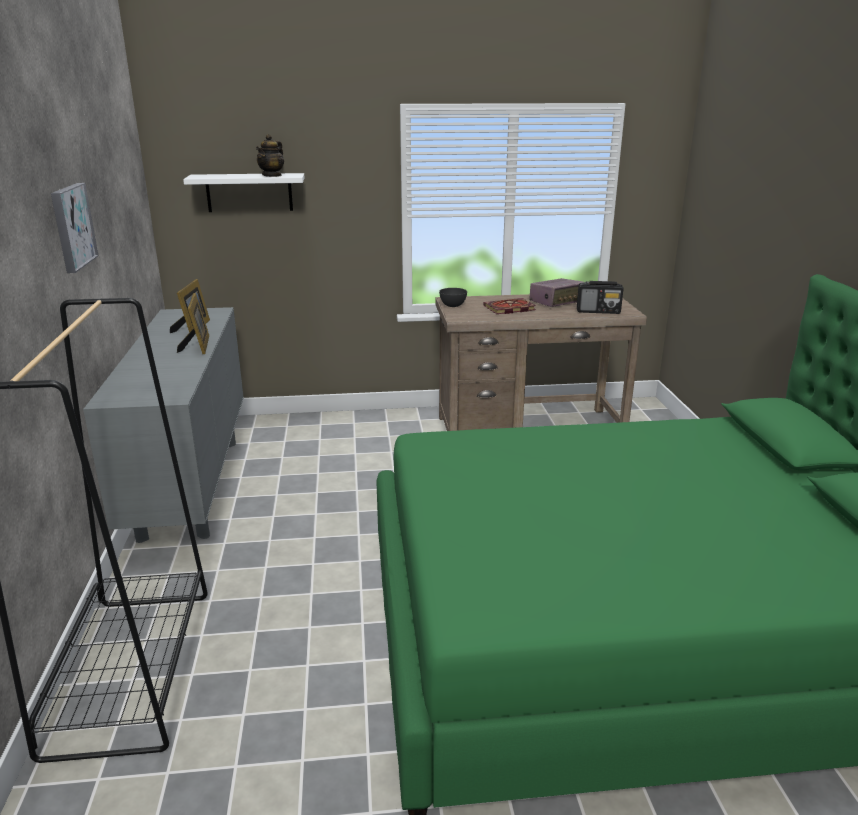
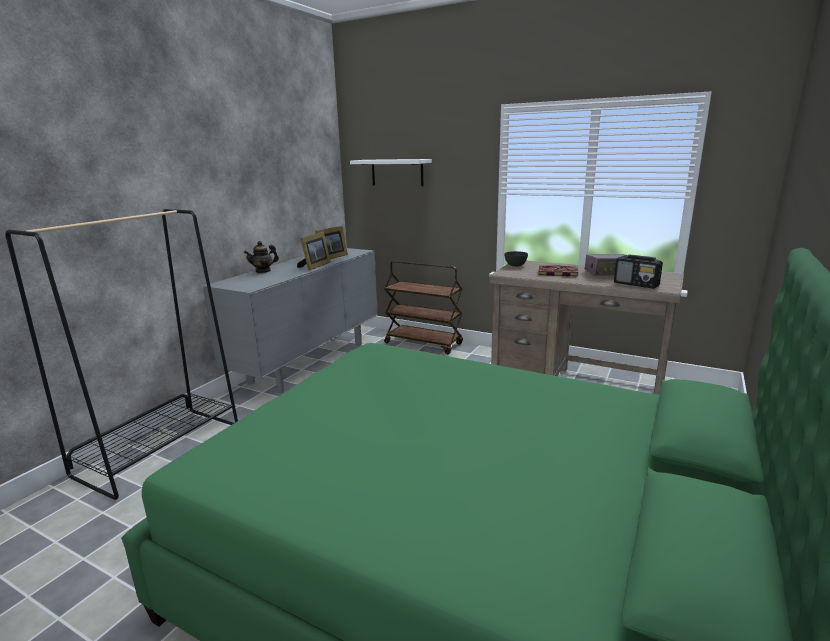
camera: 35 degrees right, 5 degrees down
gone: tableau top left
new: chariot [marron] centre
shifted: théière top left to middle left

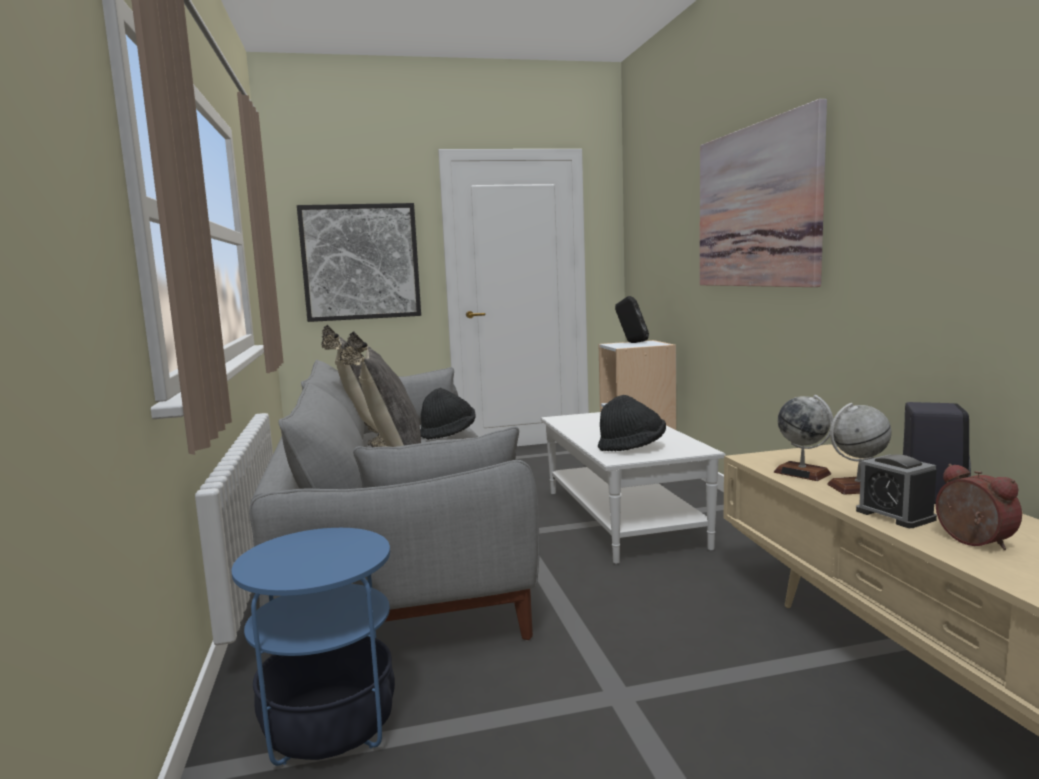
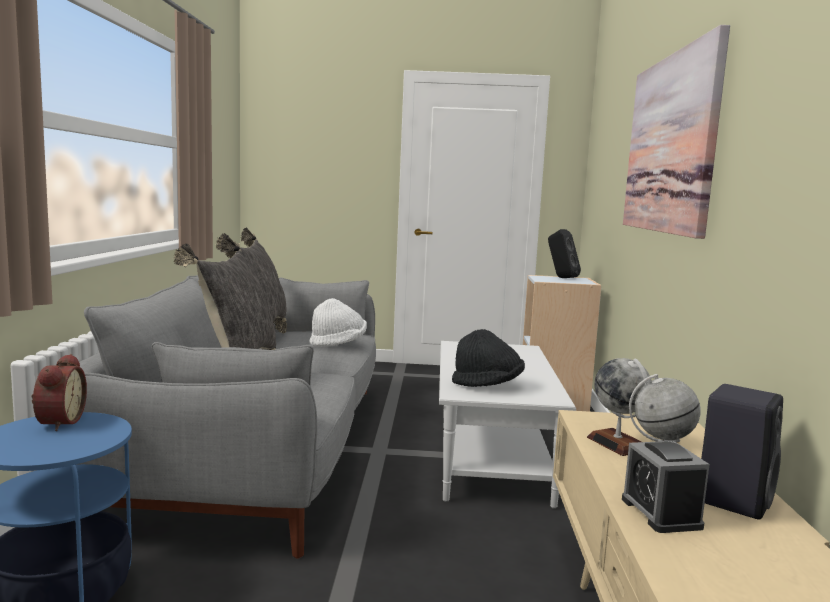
camera: 15 degrees right, 0 degrees up
gone: tableau (no. 1 from left) centre
shifted: réveil (no. 2 from left in the first image) middle right to réveil (no. 1 from left) middle left
repainted: chapeau [noir] (no. 1 from left) centre to chapeau [blanc] centre

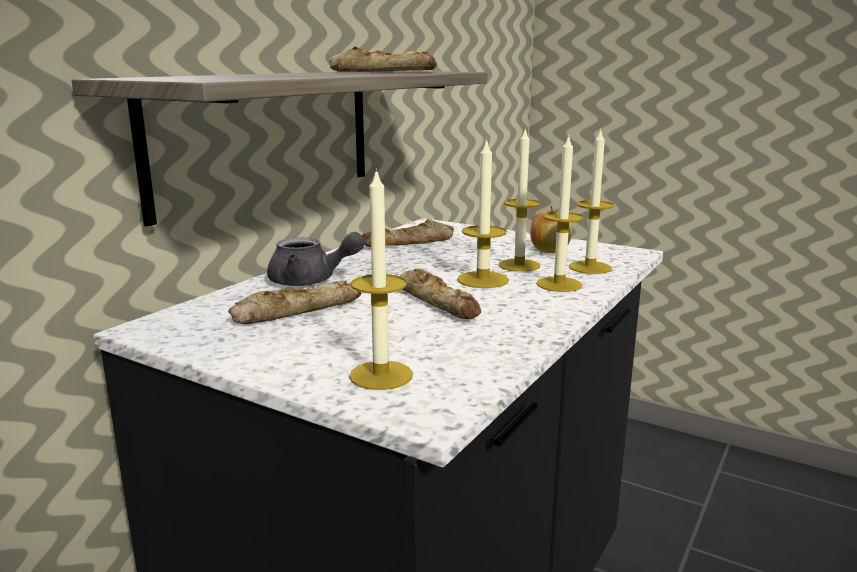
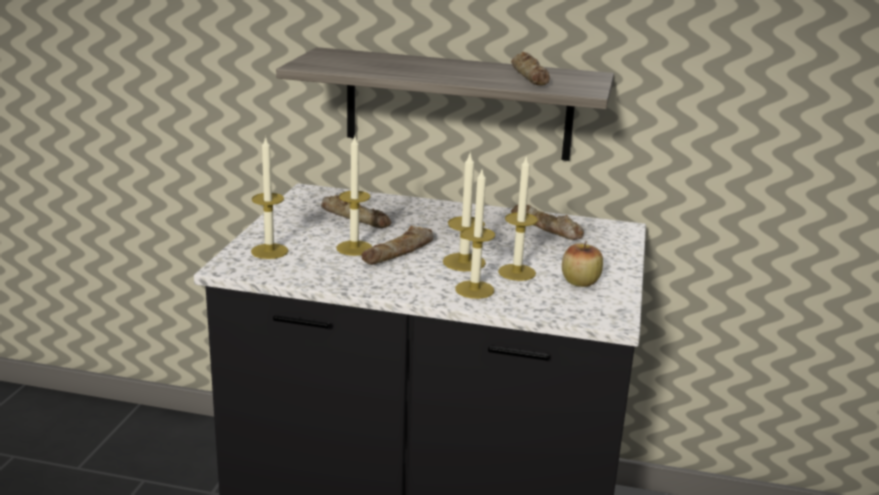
camera: 70 degrees right, 5 degrees up
gone: théière [gris] centre
shifted: bougie (no. 5 from left in the first image) middle right to bougie (no. 2 from left) centre

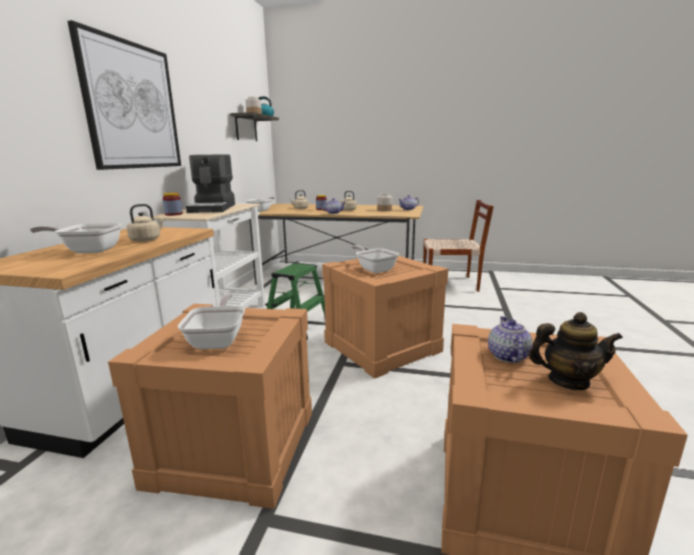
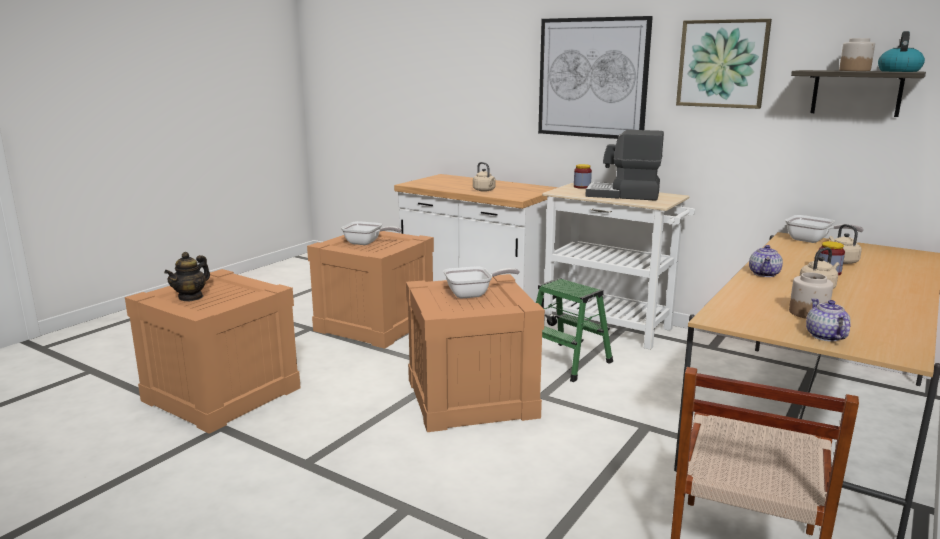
camera: 110 degrees right, 0 degrees up
gone: poêle (no. 1 from left) middle left; théière (no. 3 from left) middle right
new: tableau (no. 2 from left) top right

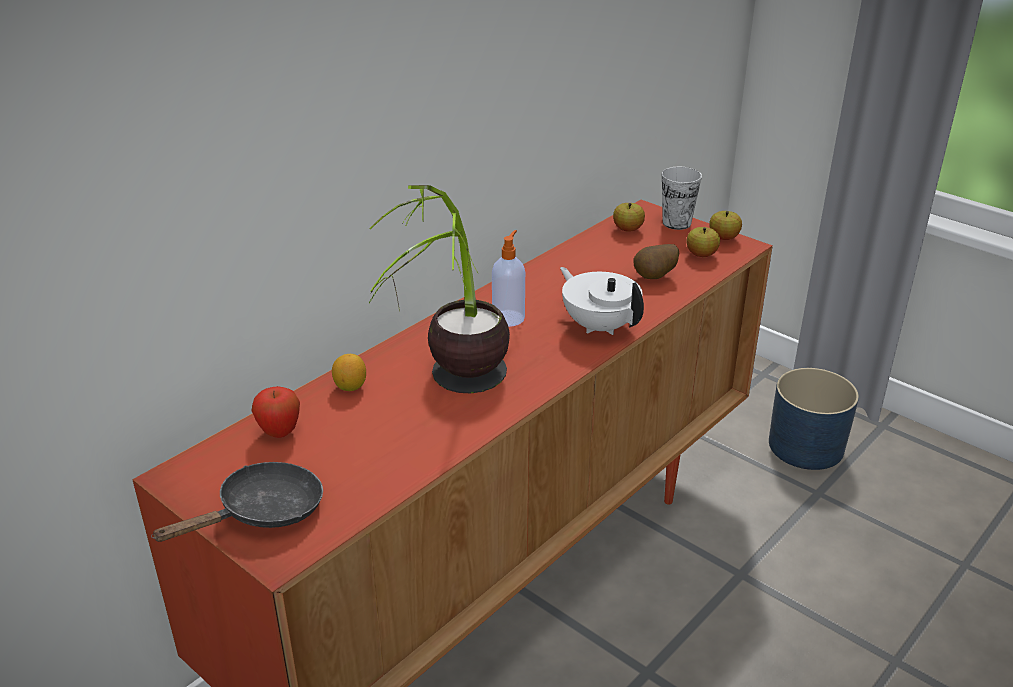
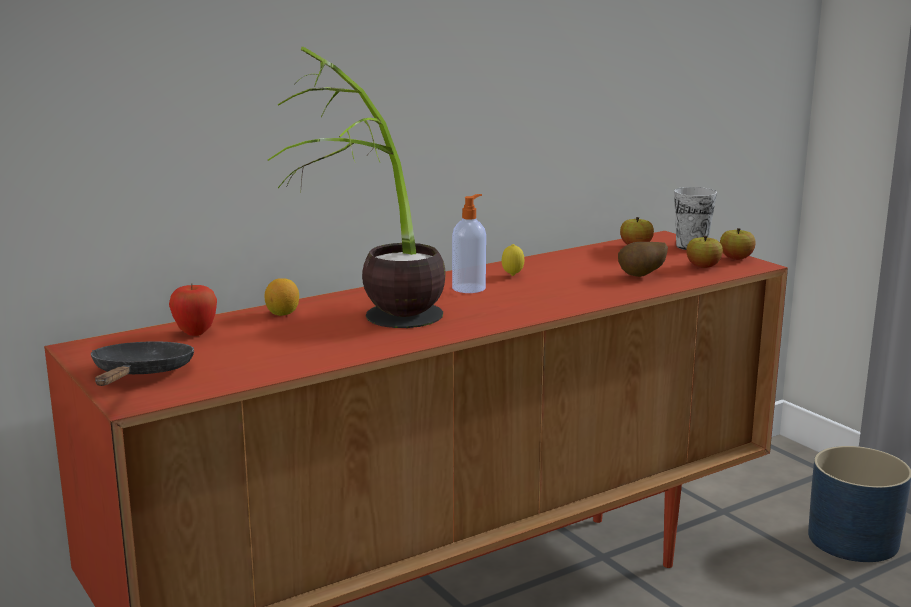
camera: 15 degrees right, 15 degrees down
gone: théière [blanc] centre
new: citron (no. 2 from left) centre
rotated: poêle [noir] bottom left = middle left 60 degrees counterclockwise

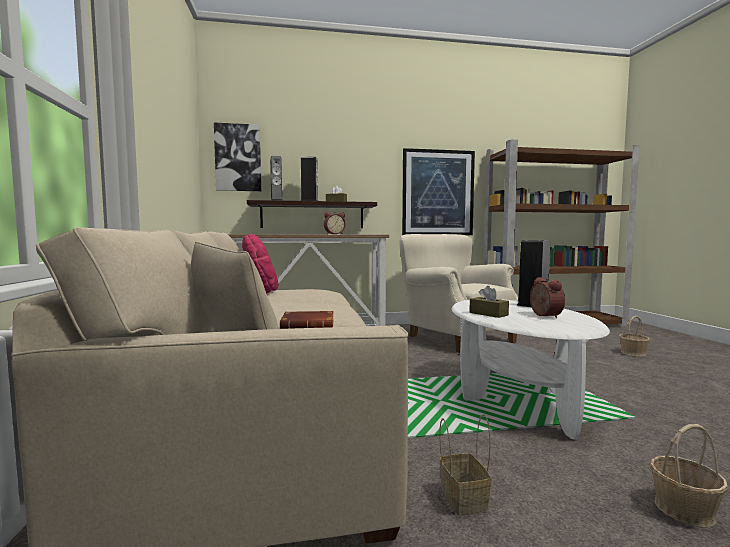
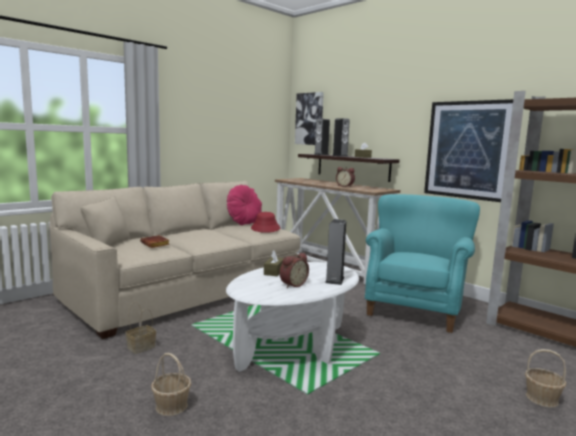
camera: 55 degrees right, 5 degrees up
new: chapeau [rouge] centre
repainted: fauteuil [beige] centre to fauteuil [turquoise] middle right

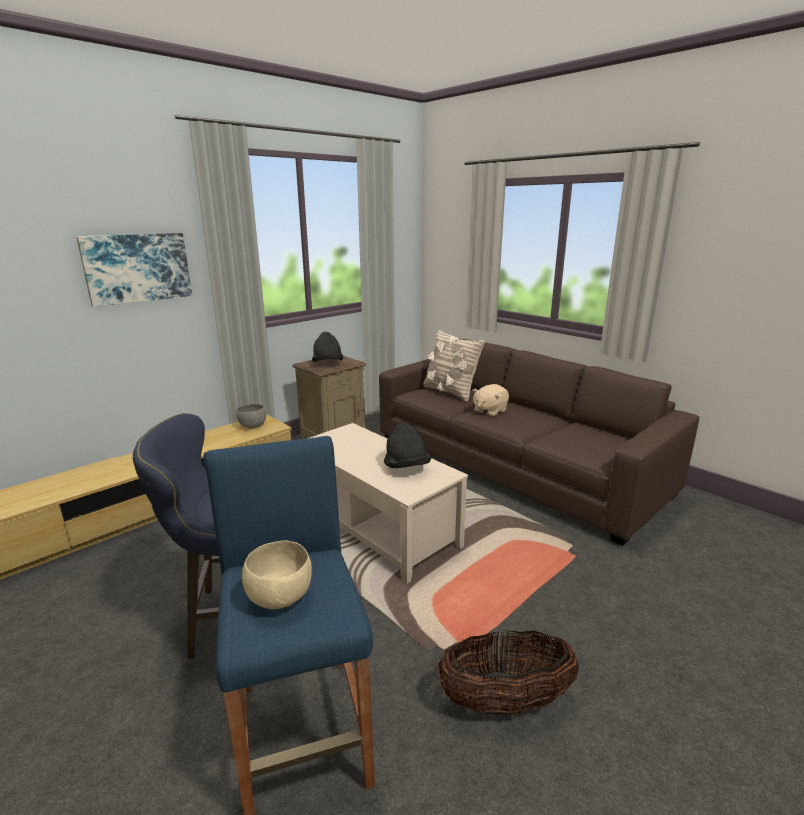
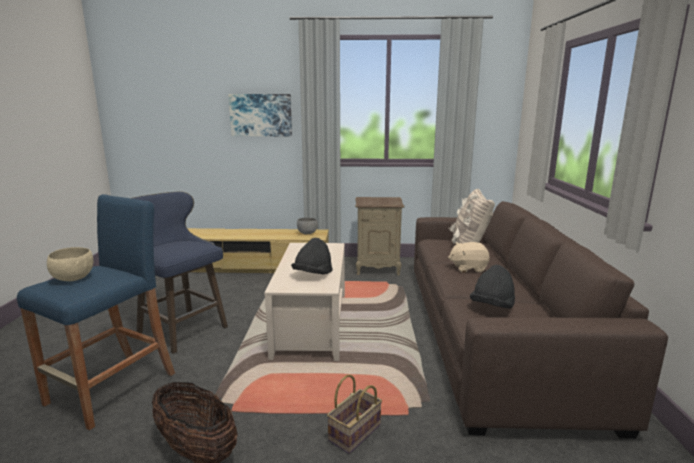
camera: 45 degrees right, 5 degrees down
new: panier (no. 2 from left) bottom centre
shifted: chapeau [noir] (no. 1 from left in the first image) centre to chapeau [noir] (no. 2 from left) middle right

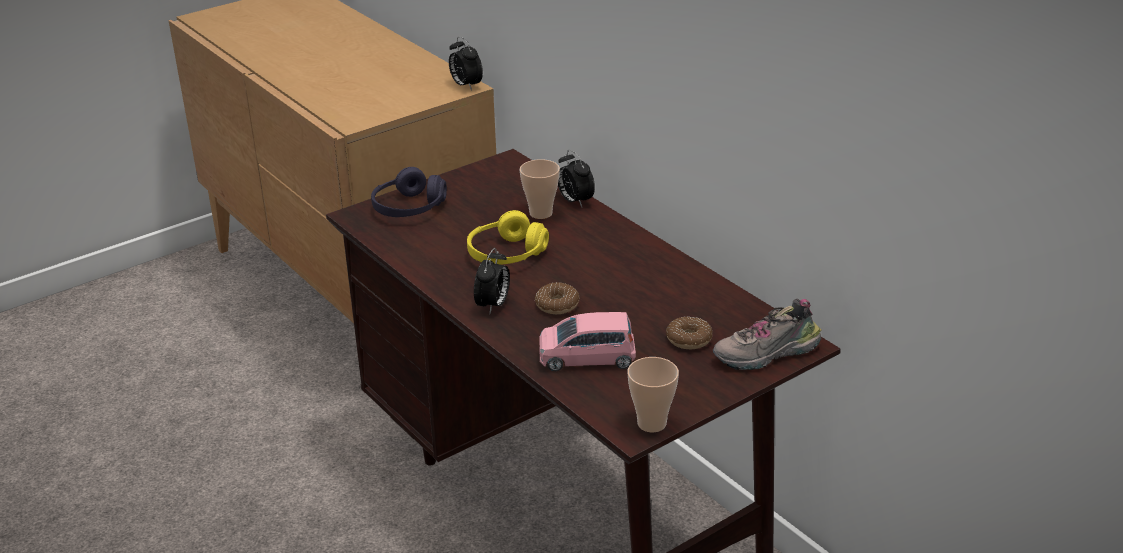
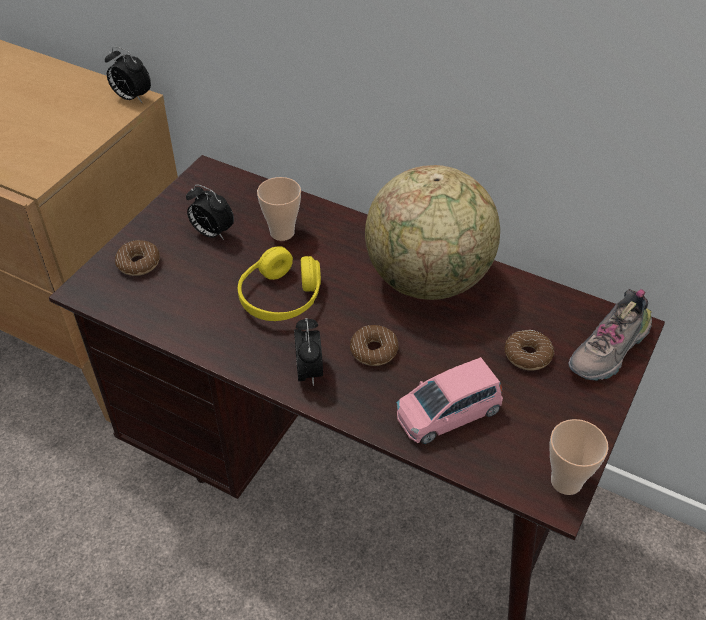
camera: 25 degrees left, 15 degrees up
new: globe centre
shifted: réveil (no. 3 from left in the first image) top centre to réveil (no. 2 from left) middle left
swapped: casque audio [violet] centre to beignet (no. 1 from left) middle left

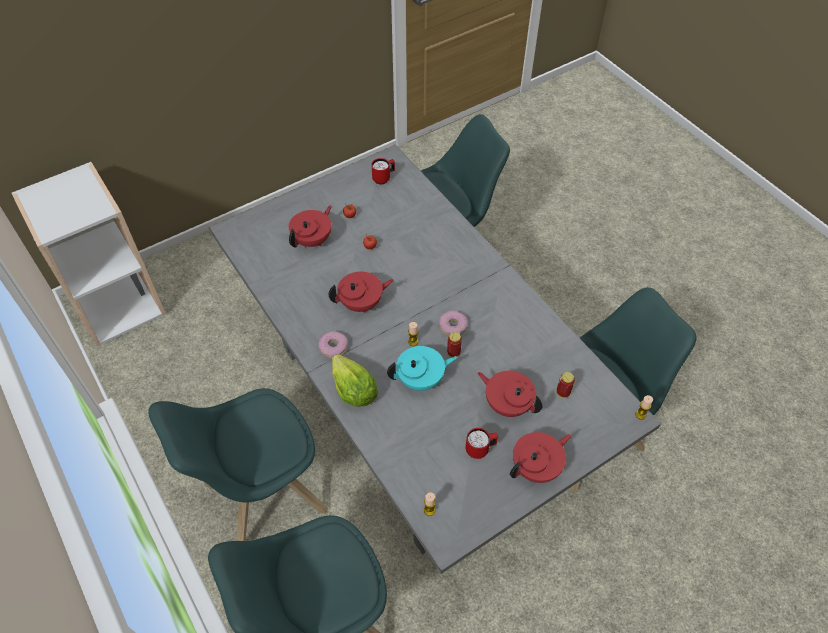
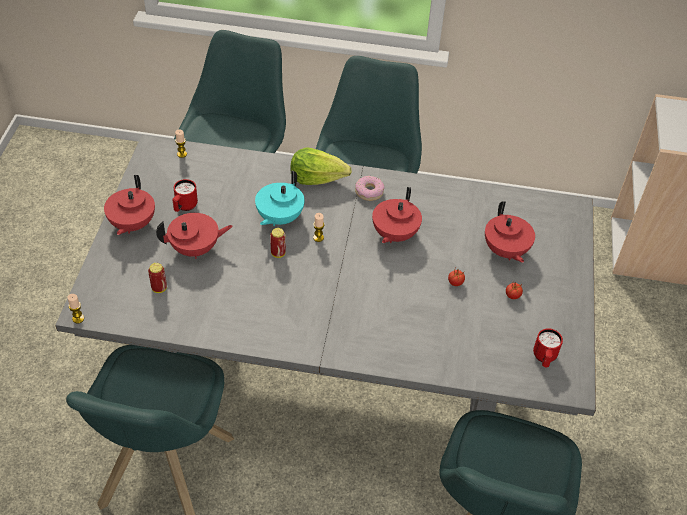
camera: 130 degrees right, 5 degrees down
gone: beignet (no. 2 from left) centre

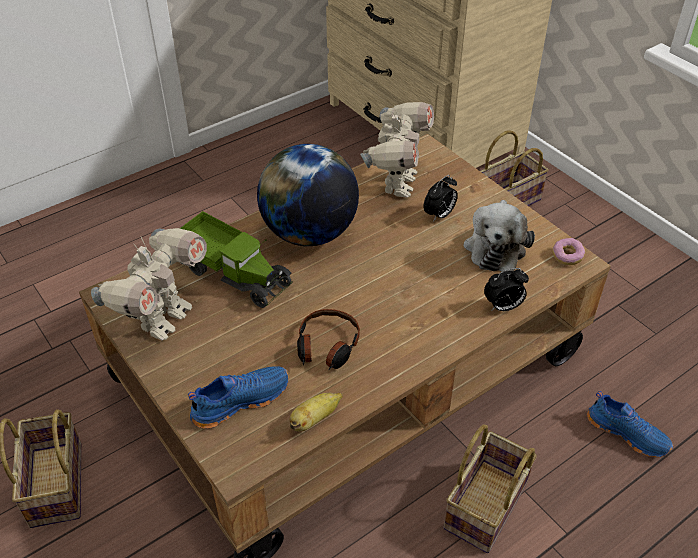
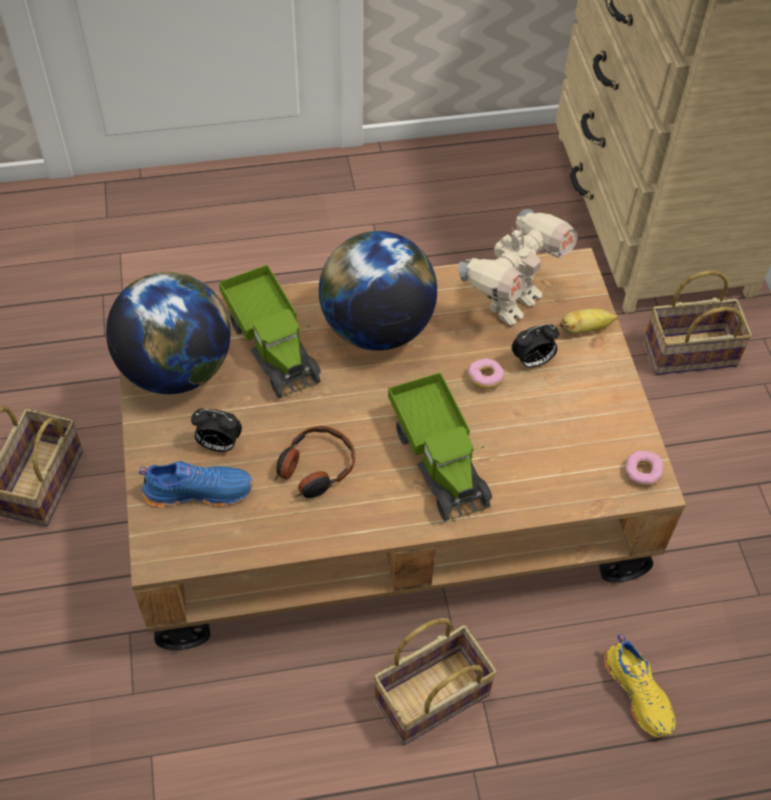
camera: 25 degrees right, 10 degrees up
gone: peluche middle right
new: camion jouet (no. 2 from left) centre; beignet (no. 1 from left) centre
shifted: banane bottom centre to middle right; réveil (no. 2 from left in the first image) middle right to réveil (no. 1 from left) middle left
swapped: robot jouet (no. 1 from left) middle left to globe (no. 1 from left) middle left
repainted: chaussure [bleu] (no. 2 from left) bottom right to chaussure [jaune] bottom right

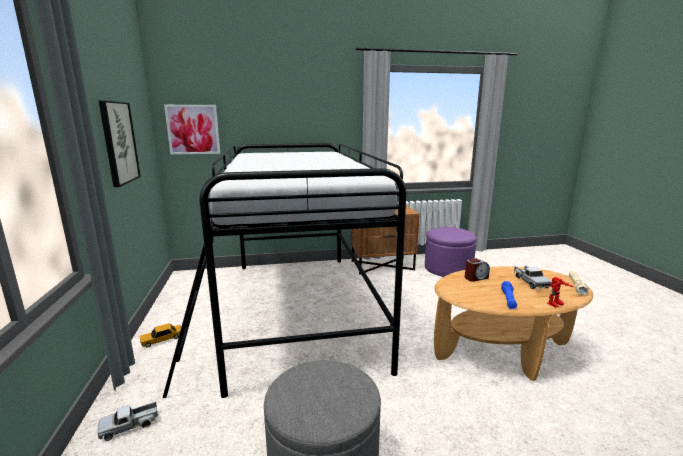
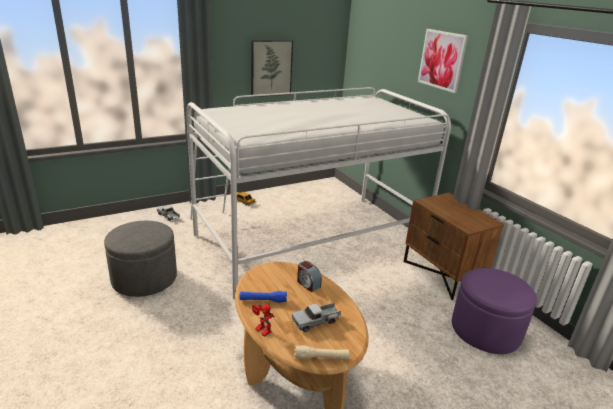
camera: 70 degrees right, 10 degrees up
shifted: tableau (no. 2 from left) top left to top right
repainted: lit [noir] centre to lit [blanc] centre

